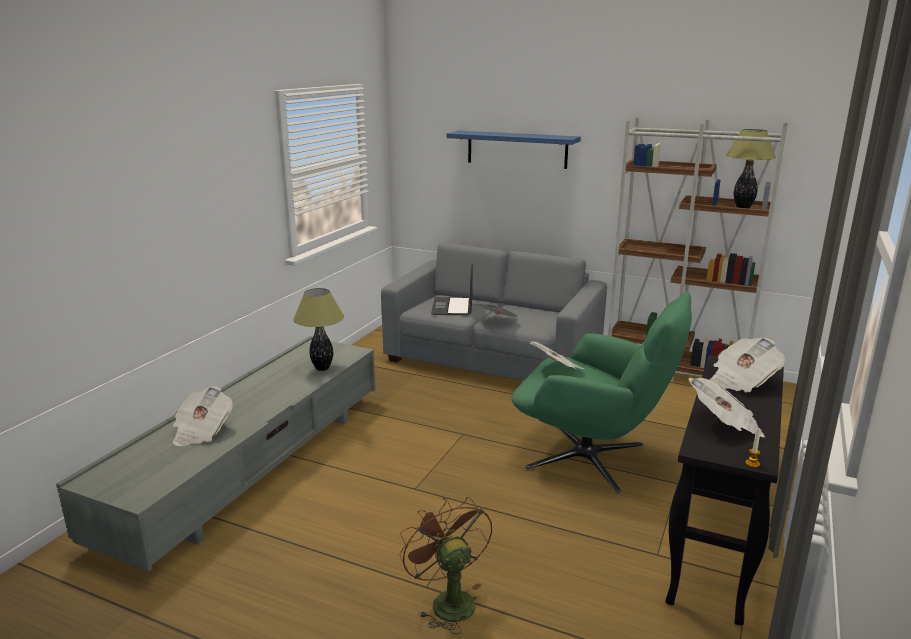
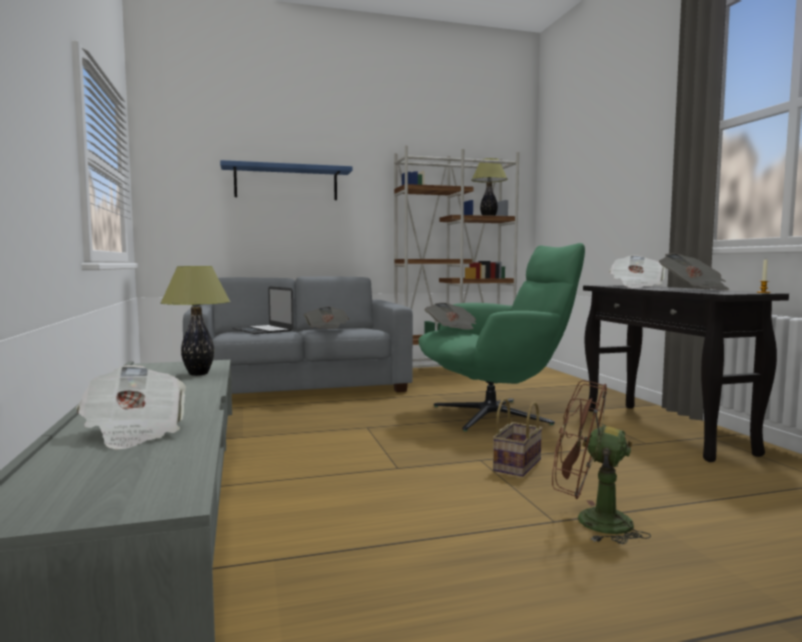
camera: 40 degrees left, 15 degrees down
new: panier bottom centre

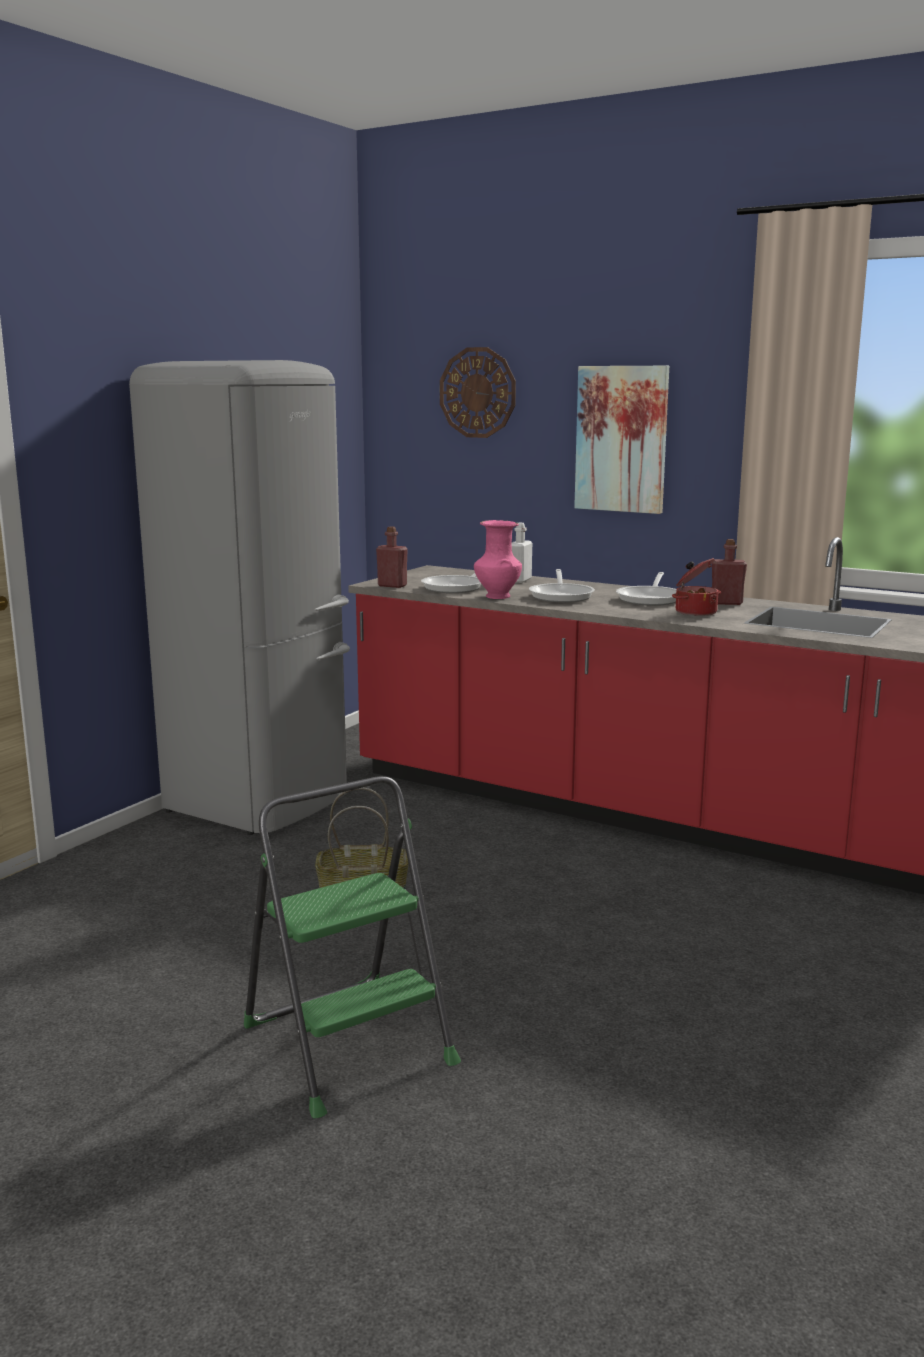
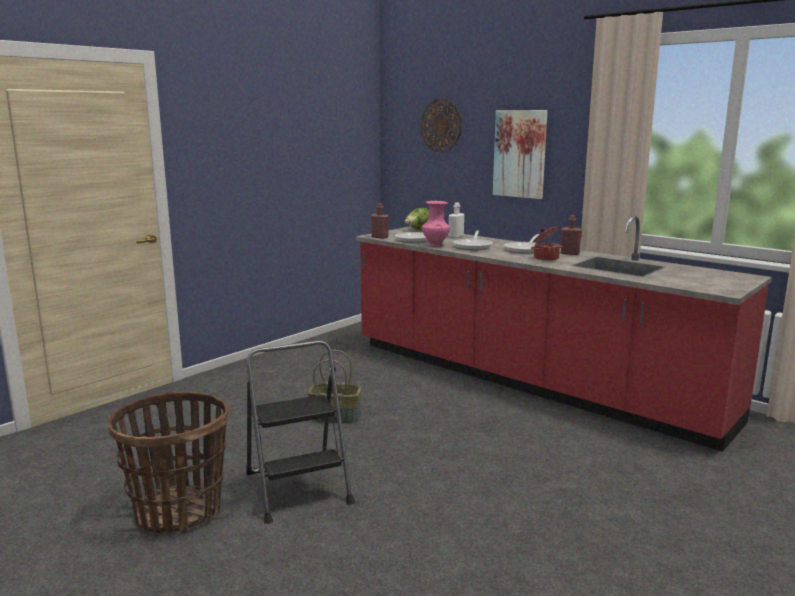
camera: 10 degrees right, 0 degrees up
gone: réfrigérateur [gris] middle left
new: panier (no. 1 from left) bottom left; laitue centre
repainted: escabeau [vert] bottom centre to escabeau [noir] bottom centre

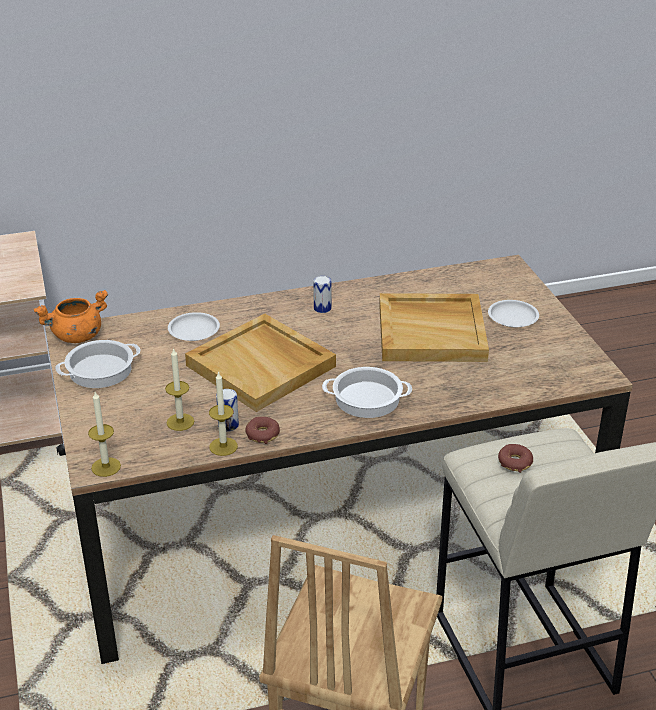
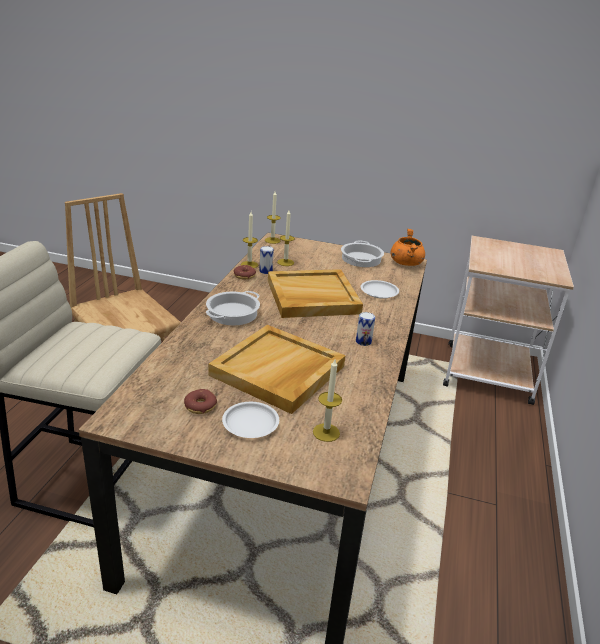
camera: 120 degrees right, 5 degrees down
new: bougie (no. 4 from left) centre
shifted: beignet (no. 2 from left in the first image) middle right to beignet (no. 1 from left) centre

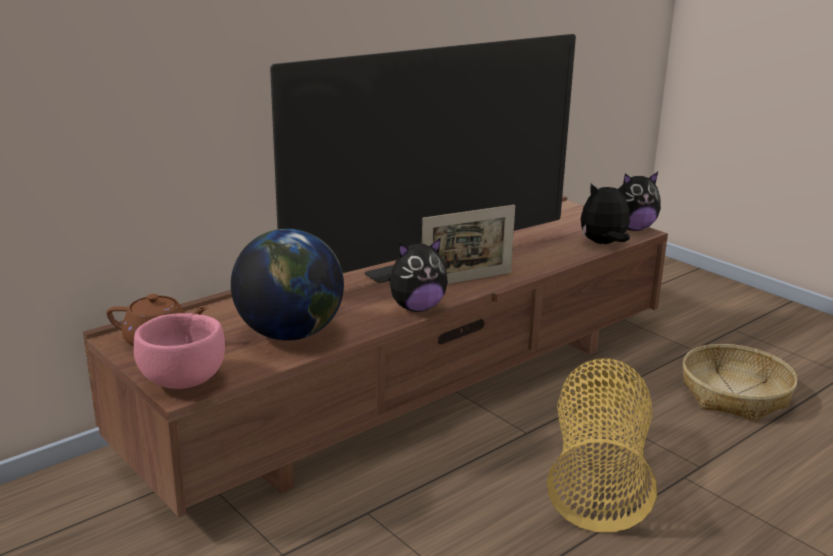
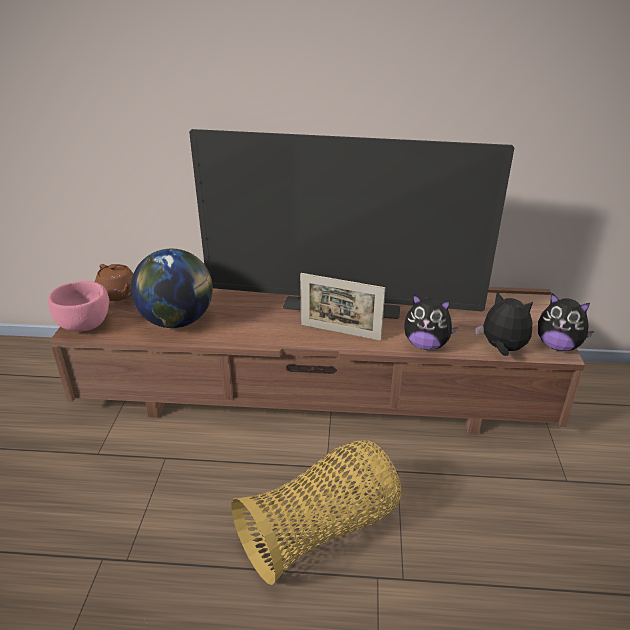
camera: 45 degrees right, 10 degrees up
gone: panier (no. 2 from left) bottom right
shifted: peluche (no. 1 from left) centre to middle right

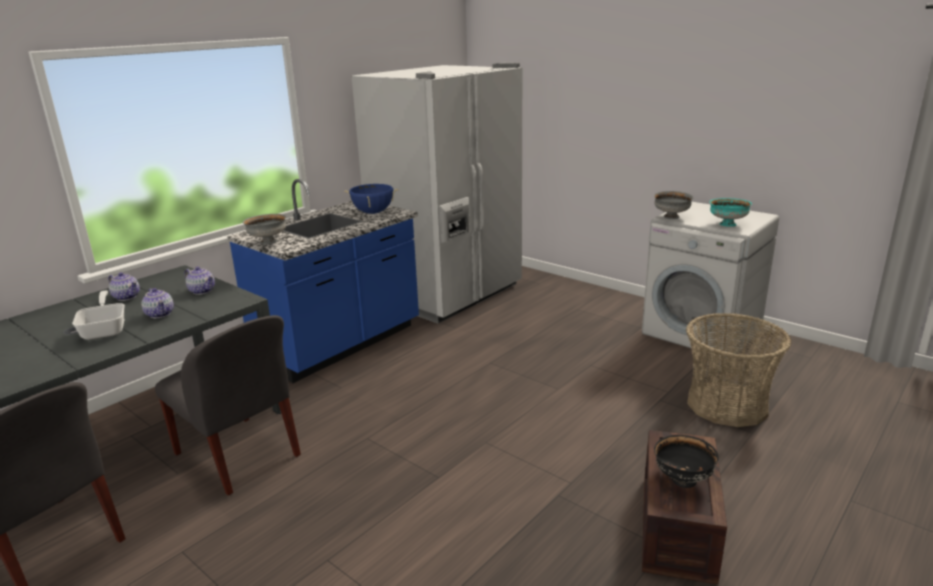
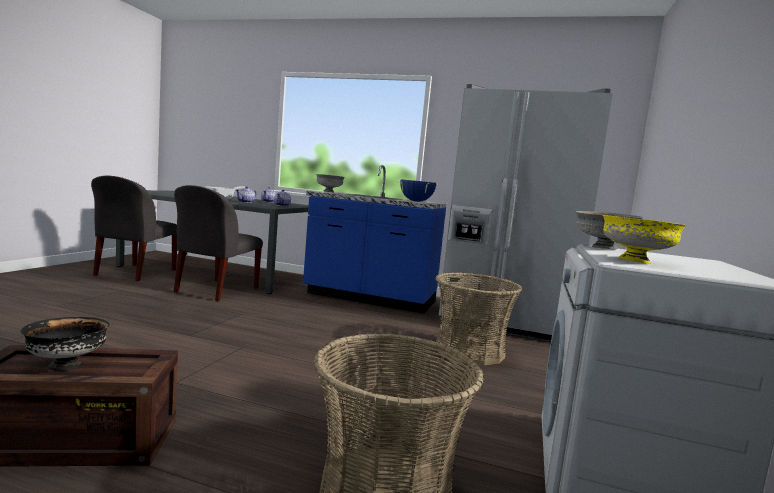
camera: 65 degrees right, 15 degrees down
new: panier (no. 2 from left) centre
repainted: bol [turquoise] middle right to bol [jaune] middle right

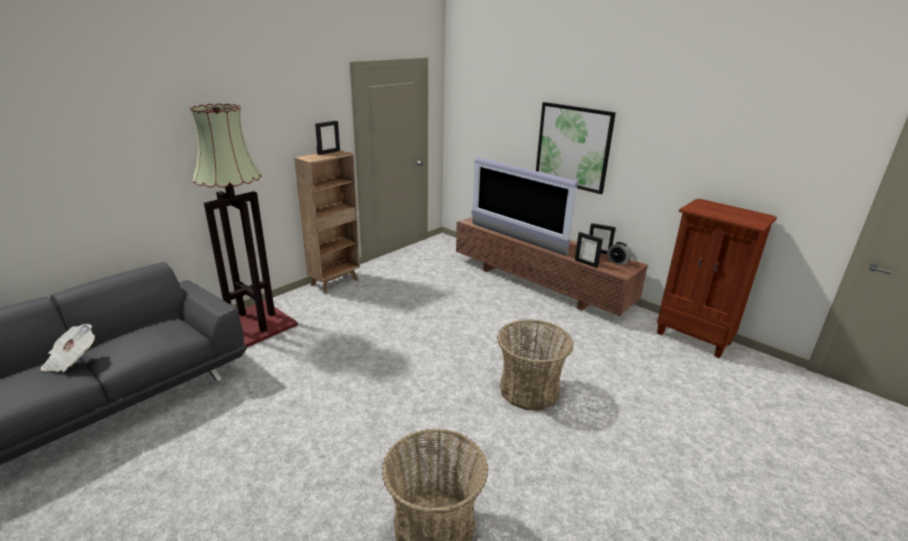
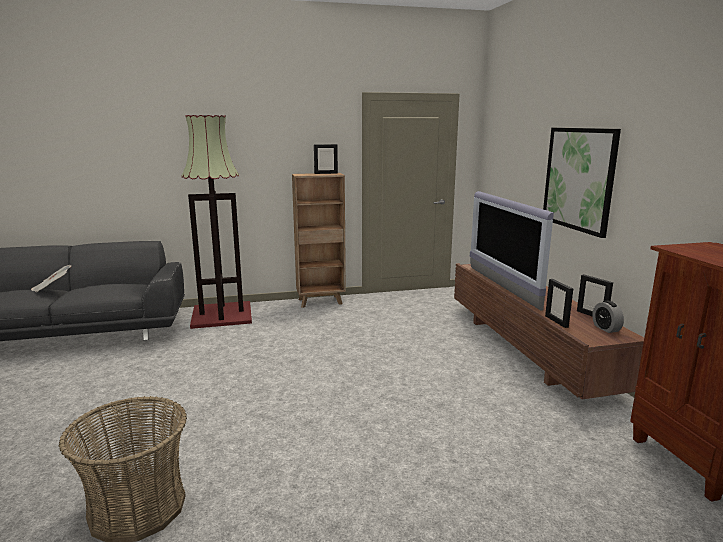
camera: 35 degrees right, 10 degrees down
gone: panier (no. 2 from left) bottom centre

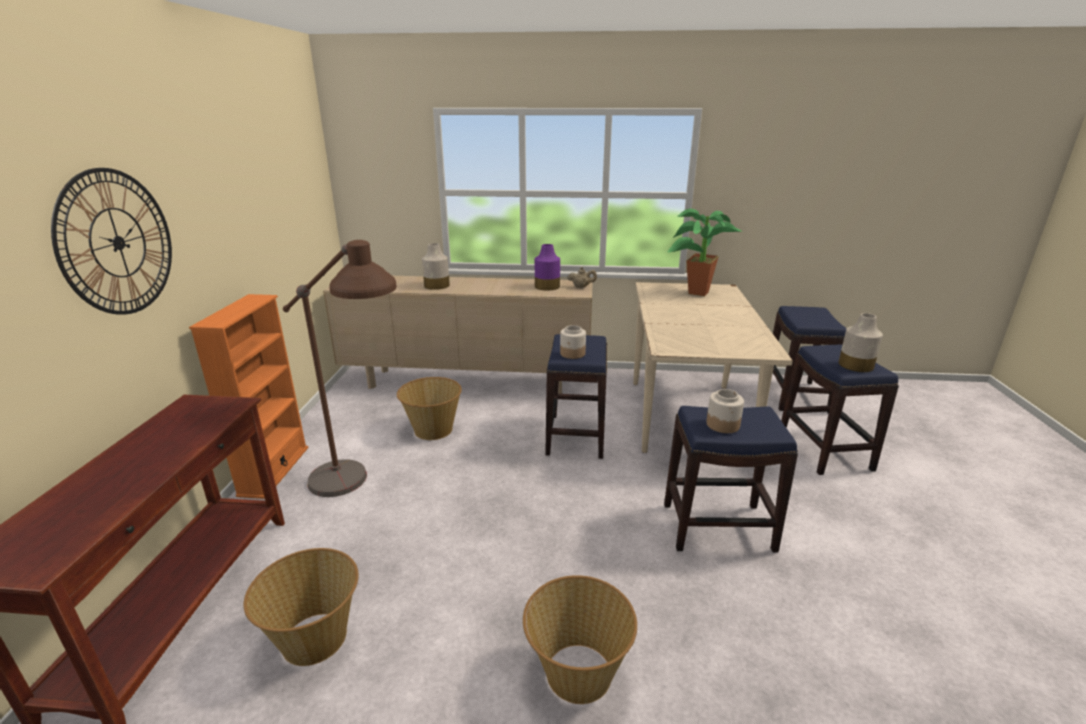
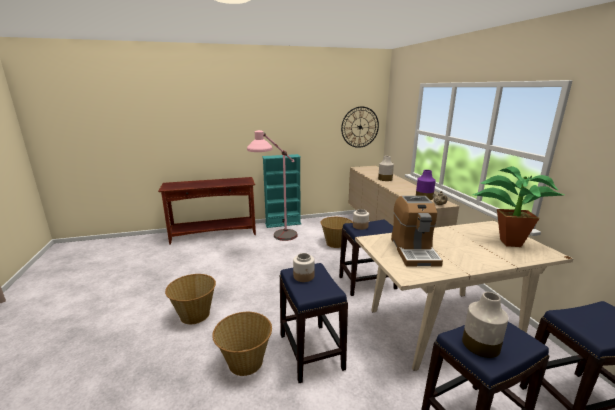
camera: 70 degrees right, 5 degrees down
new: machine à café middle right
shifted: horloge murale top left to top centre; panier (no. 1 from left in the first image) bottom left to panier (no. 2 from left) bottom centre
repainted: bibliothèque [orange] middle left to bibliothèque [turquoise] centre; lampadaire [marron] middle left to lampadaire [rose] centre

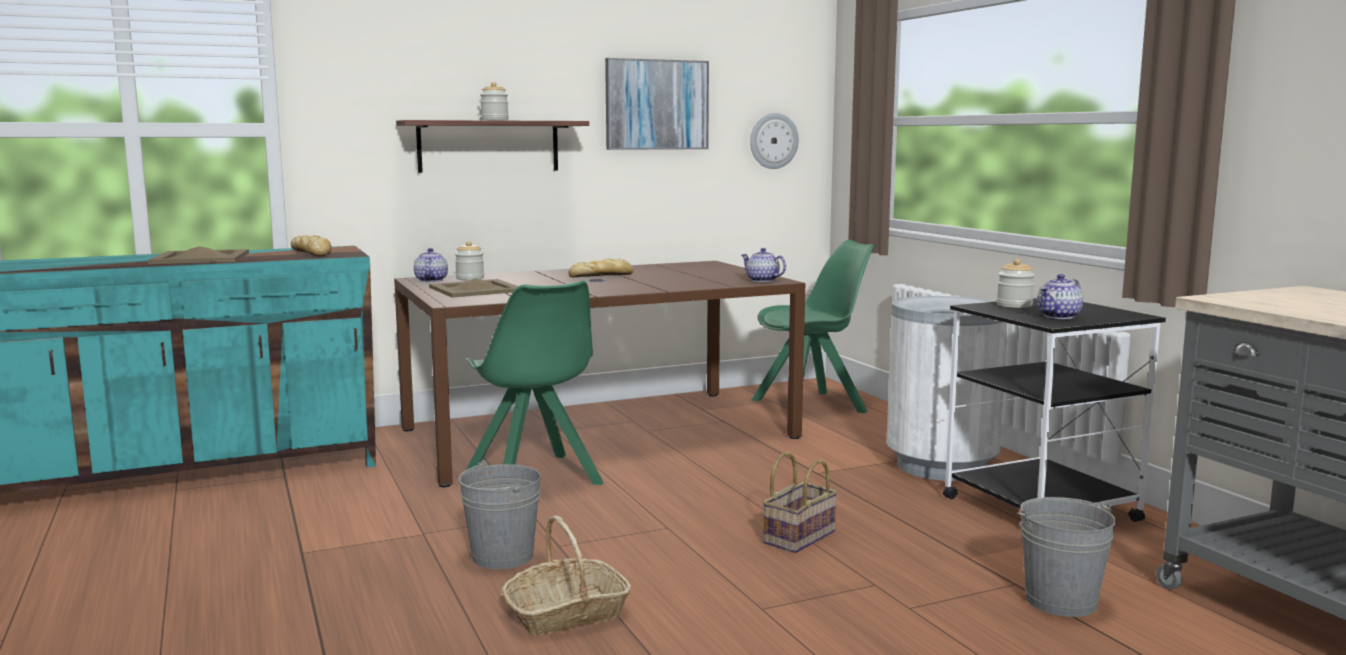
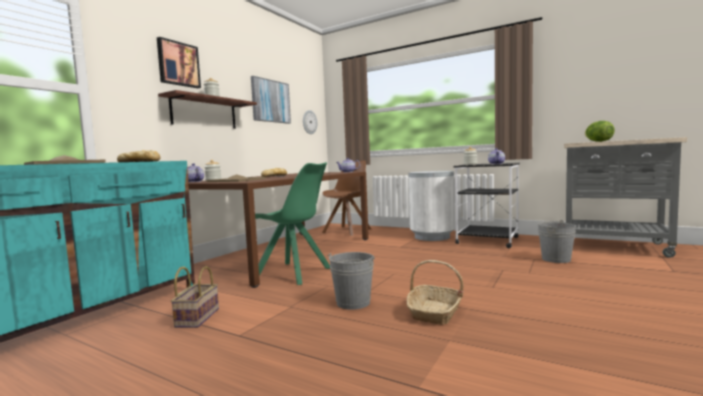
camera: 35 degrees left, 5 degrees down
new: tableau (no. 1 from left) top left; laitue top right
shifted: panier (no. 2 from left in the first image) bottom centre to panier (no. 1 from left) bottom left
repainted: chaise [vert] (no. 2 from left) centre to chaise [marron] centre

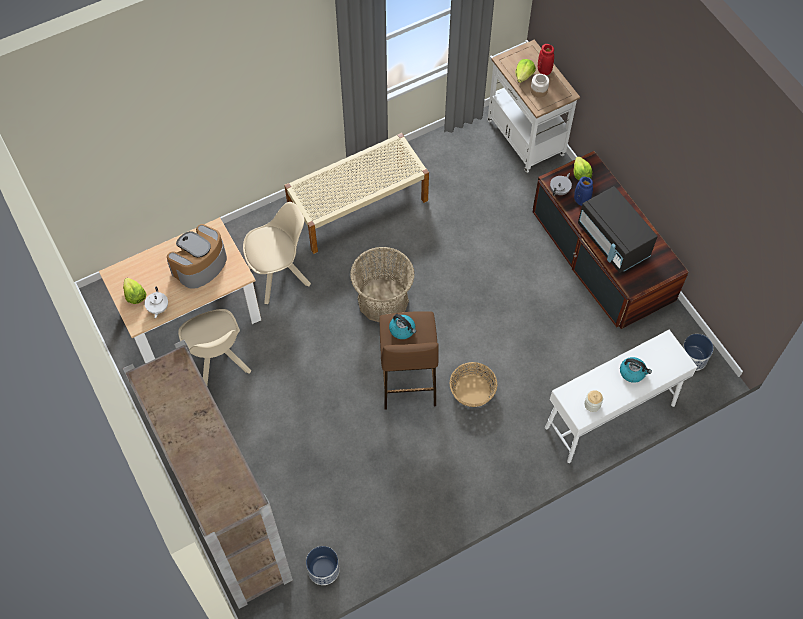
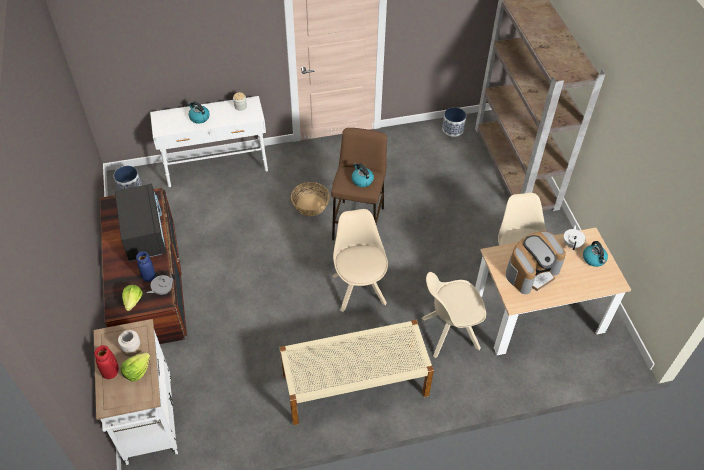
camera: 165 degrees left, 10 degrees down
swapped: laitue (no. 1 from left) middle left to bouilloire (no. 3 from left) middle right; panier (no. 1 from left) centre to chaise [beige] (no. 1 from left) centre

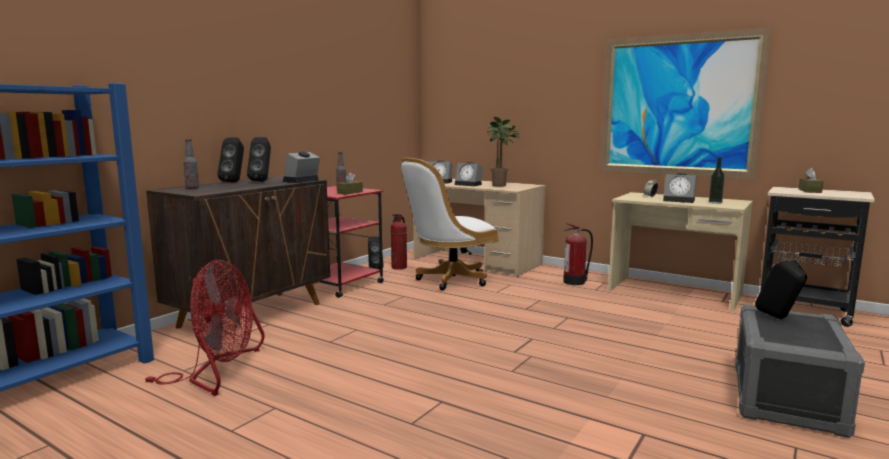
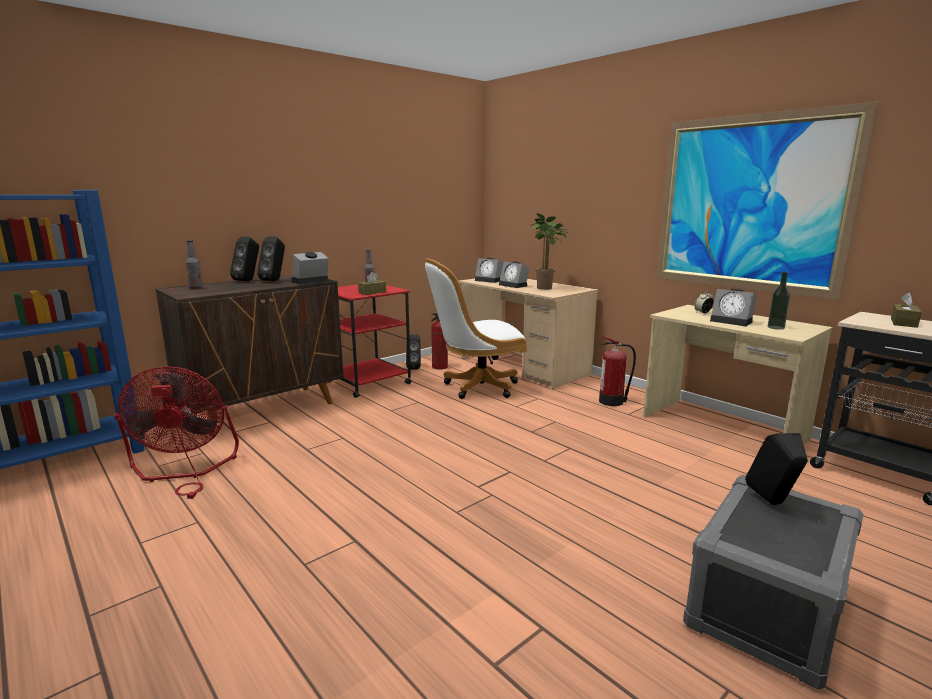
camera: 15 degrees right, 5 degrees up
rotated: ventilateur [rouge] bottom left = middle left 120 degrees counterclockwise

